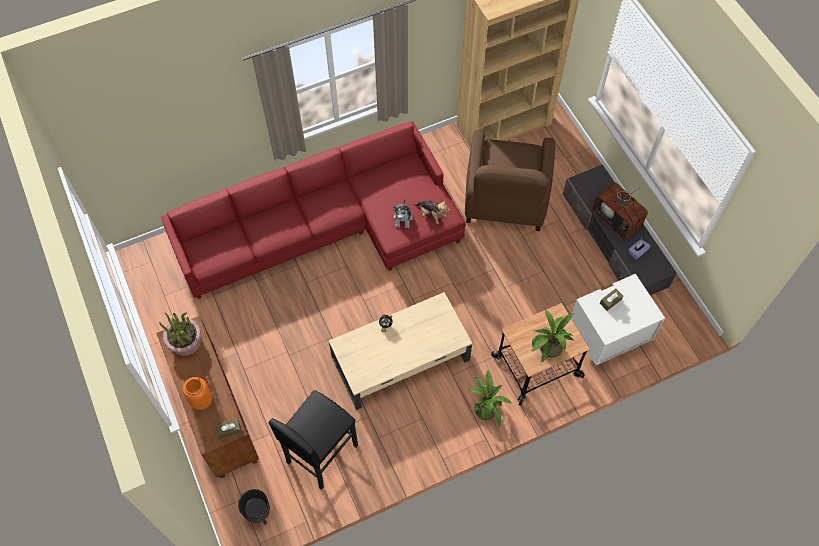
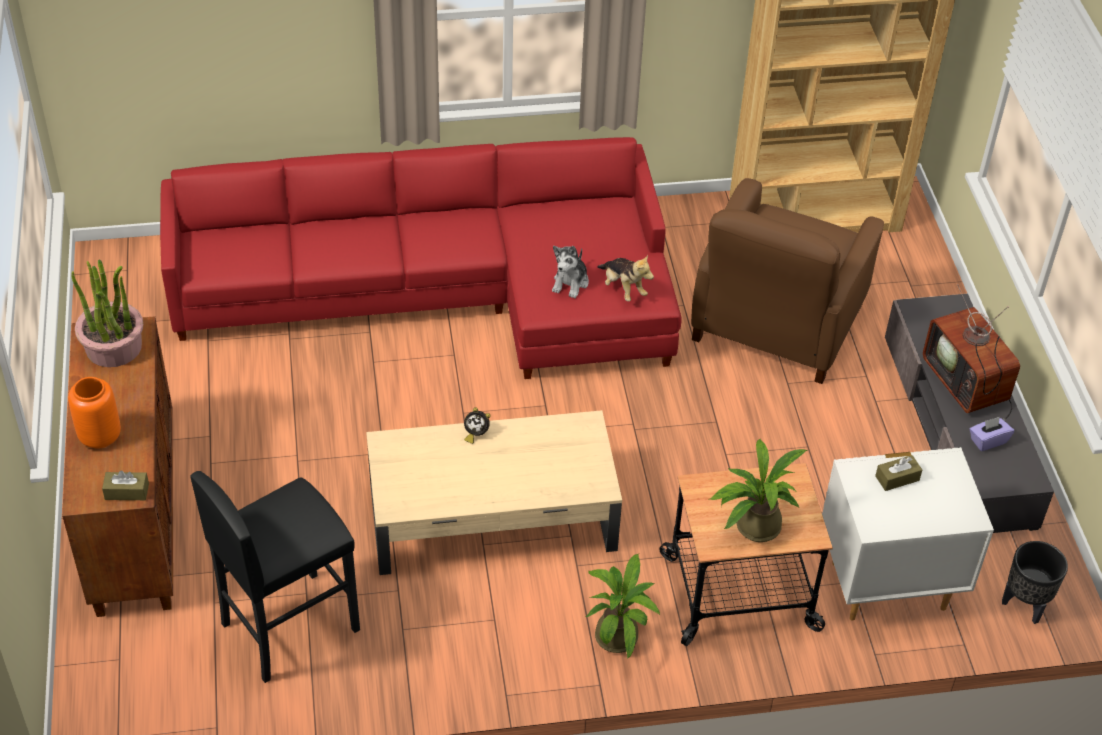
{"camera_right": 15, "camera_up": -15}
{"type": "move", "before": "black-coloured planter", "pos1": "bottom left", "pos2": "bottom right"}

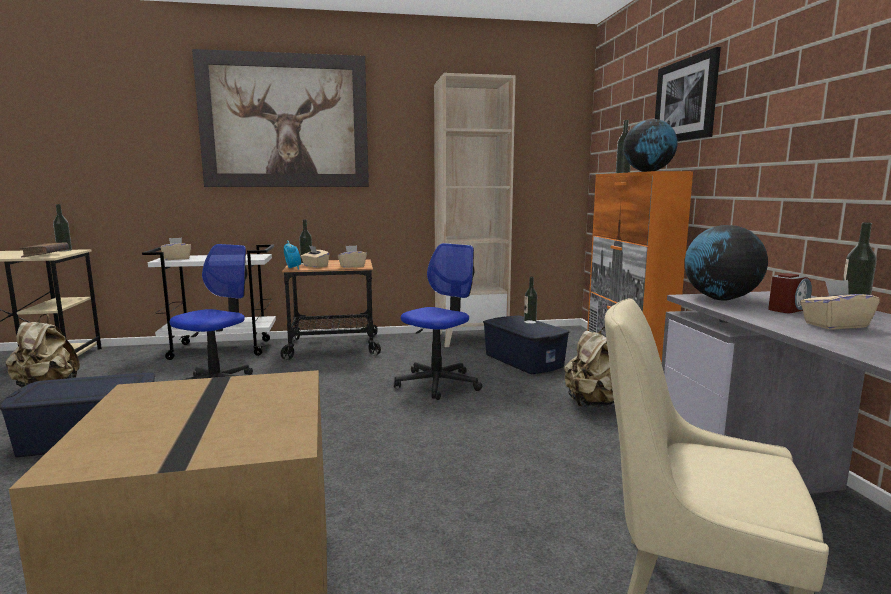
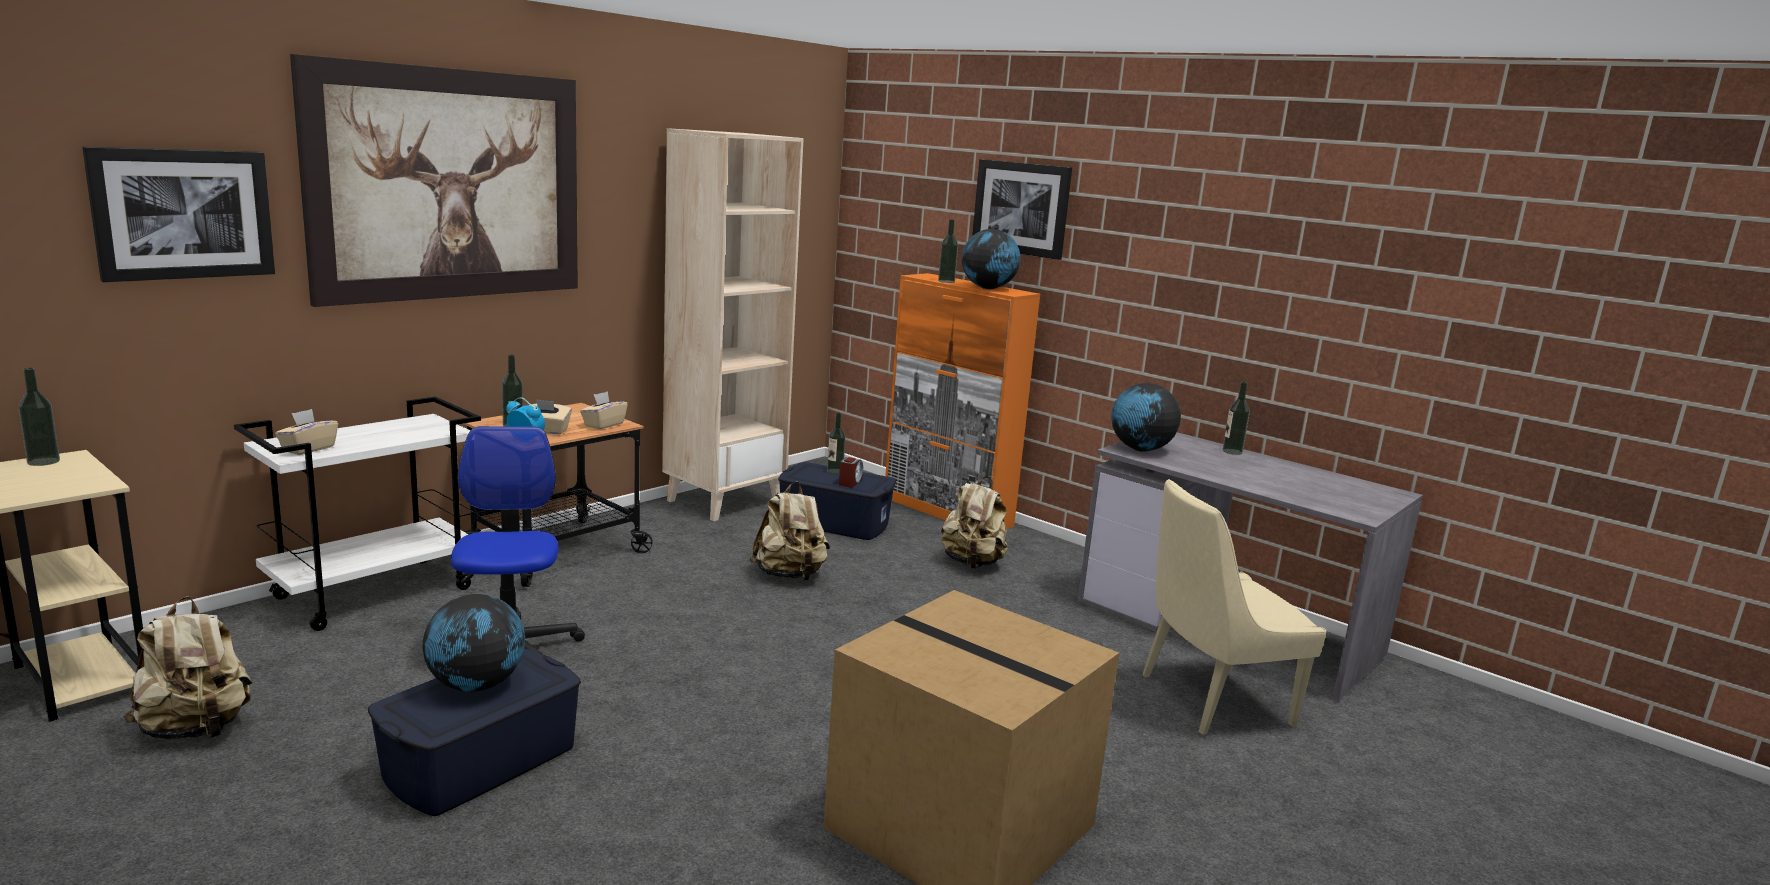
{"camera_right": -40, "camera_up": 5}
{"type": "delete", "before": "brownish book", "pos1": "middle left"}
{"type": "delete", "before": "sand-coloured tissue holder (4th from left)", "pos1": "middle right"}
{"type": "insert", "after": "picture (1st from left)", "pos2": "top left"}
{"type": "insert", "after": "desk globe (1st from left)", "pos2": "bottom left"}
{"type": "move", "before": "table clock (2nd from left)", "pos1": "middle right", "pos2": "centre"}
{"type": "replace", "before": "computer chair (2nd from left)", "after": "sand-coloured backpack (2nd from left)", "pos1": "centre", "pos2": "centre"}

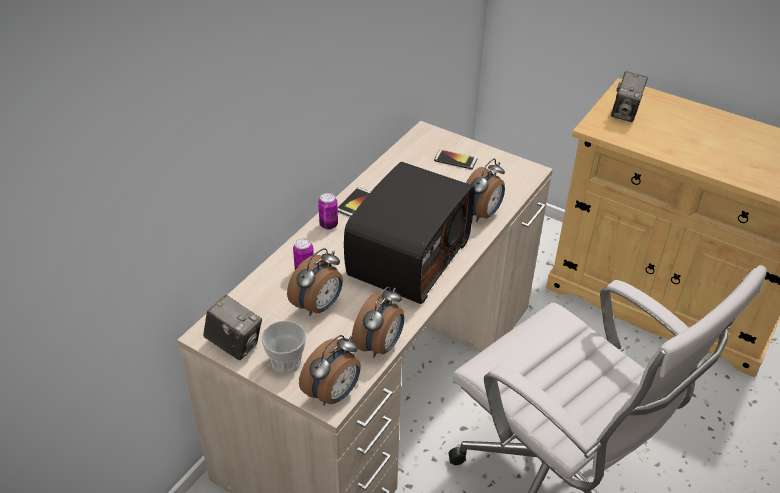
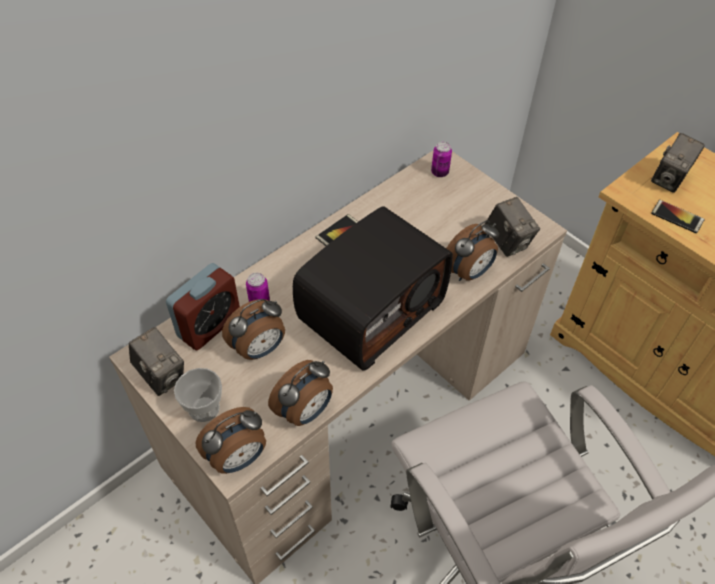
{"camera_right": 15, "camera_up": 10}
{"type": "insert", "after": "table clock (1st from left)", "pos2": "middle left"}
{"type": "insert", "after": "photo camera (2nd from left)", "pos2": "middle right"}
{"type": "move", "before": "sealed can (2nd from left)", "pos1": "centre", "pos2": "top centre"}
{"type": "move", "before": "telephone (2nd from left)", "pos1": "top centre", "pos2": "middle right"}

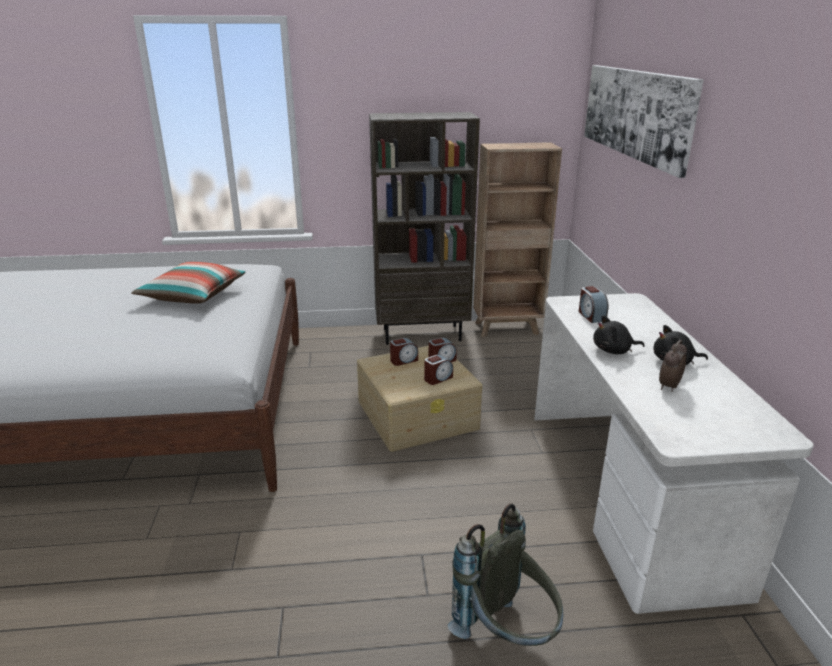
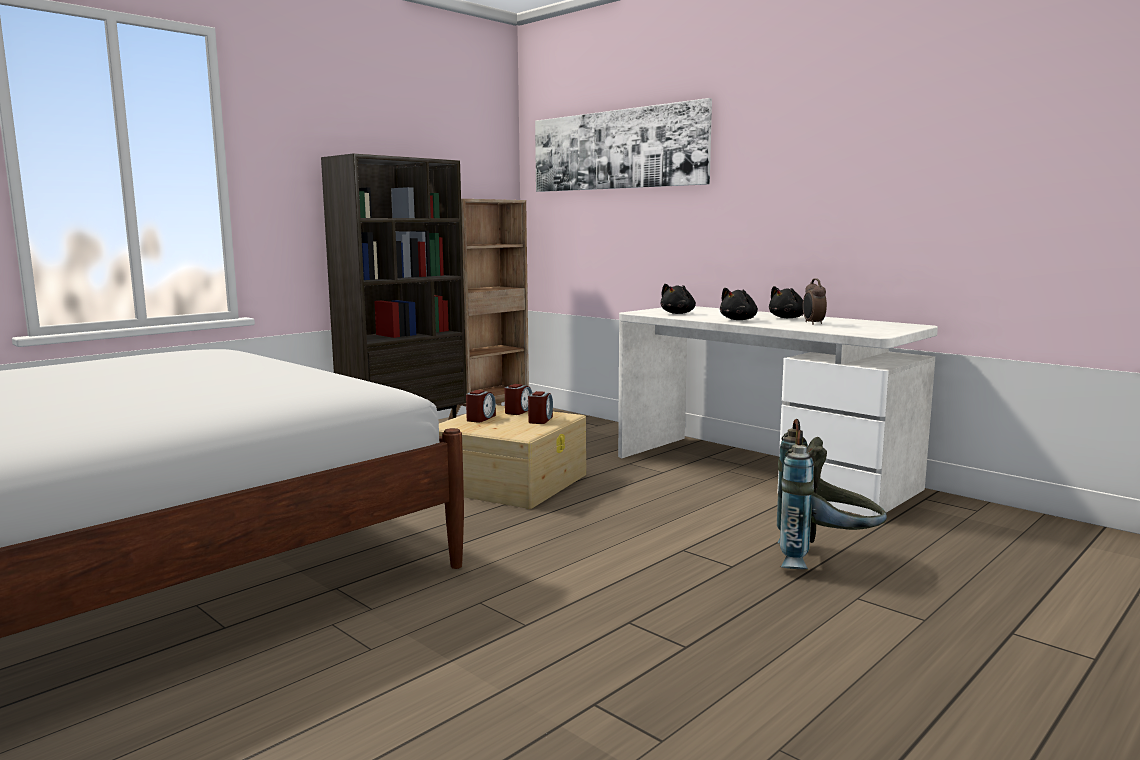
{"camera_right": -40, "camera_up": -15}
{"type": "delete", "before": "cushion", "pos1": "middle left"}
{"type": "replace", "before": "table clock (4th from left)", "after": "black-coloured cuddly toy (1st from left)", "pos1": "middle right", "pos2": "centre"}

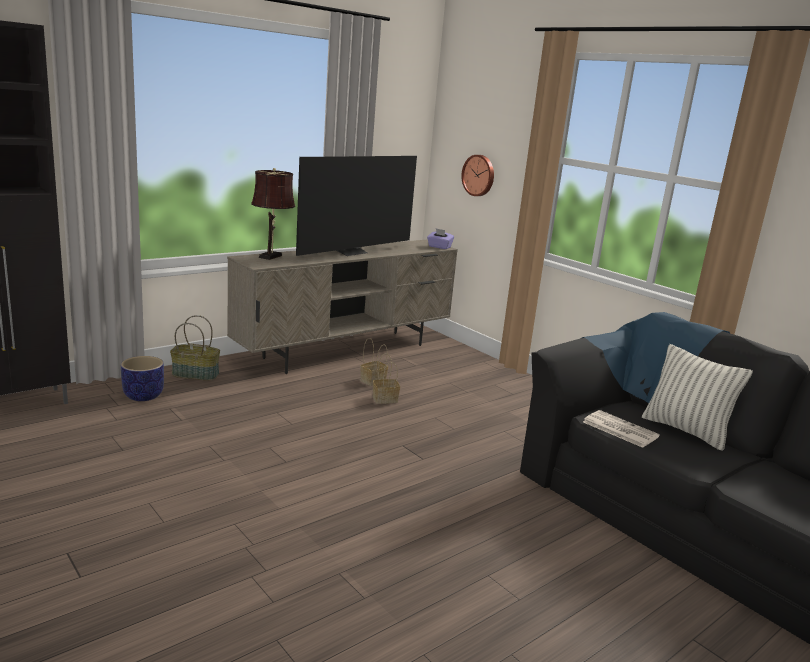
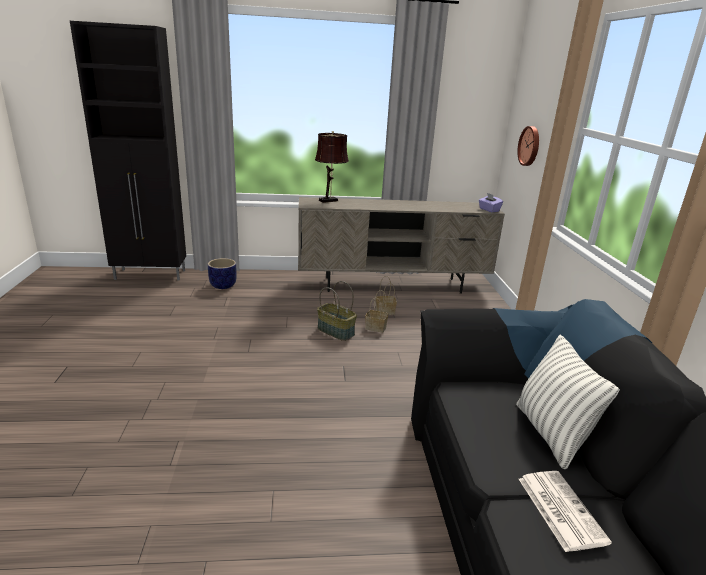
{"camera_right": 35, "camera_up": 5}
{"type": "delete", "before": "television", "pos1": "top centre"}
{"type": "move", "before": "basket (1st from left)", "pos1": "middle left", "pos2": "centre"}
{"type": "move", "before": "daily paper", "pos1": "middle right", "pos2": "bottom right"}

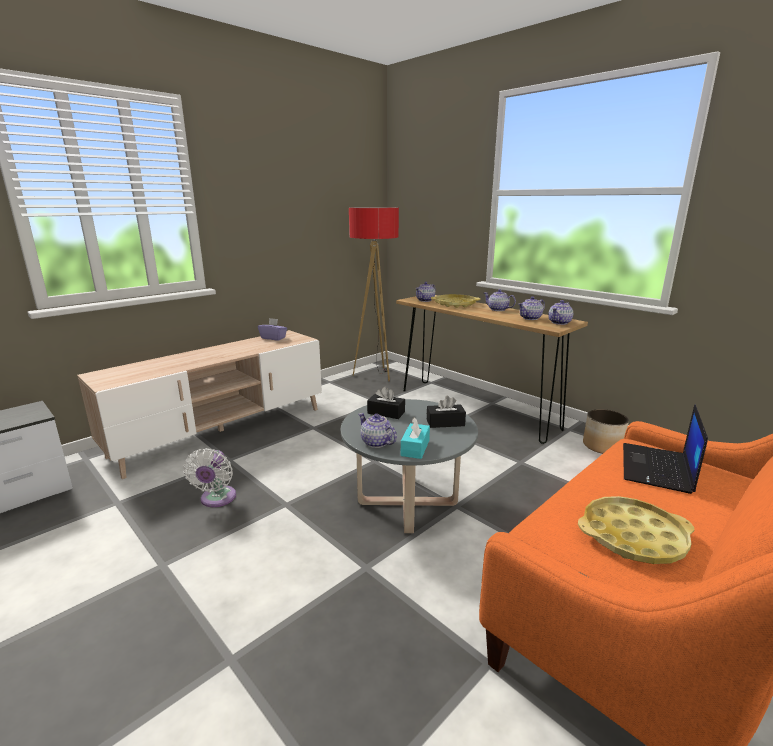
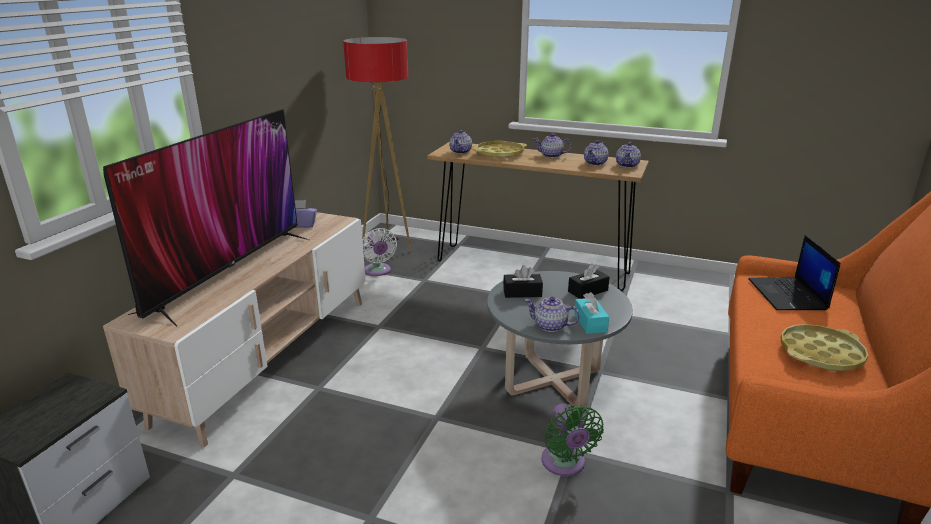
{"camera_right": -25, "camera_up": 5}
{"type": "delete", "before": "planter", "pos1": "middle right"}
{"type": "insert", "after": "television", "pos2": "middle left"}
{"type": "insert", "after": "green-coloured electric fan", "pos2": "bottom centre"}
{"type": "move", "before": "white electric fan", "pos1": "middle left", "pos2": "centre"}

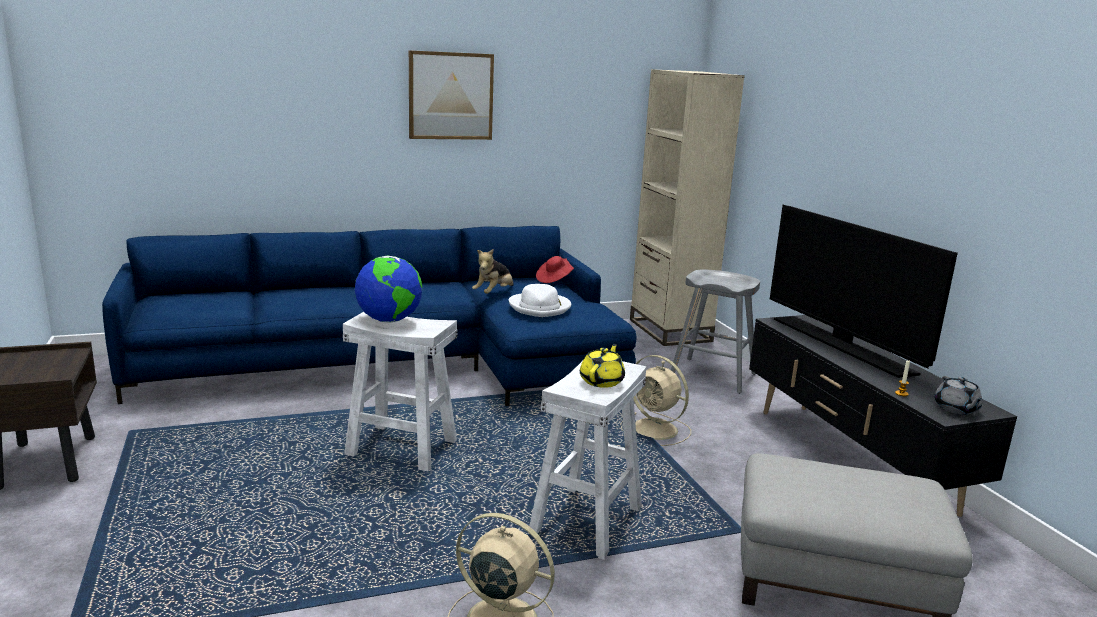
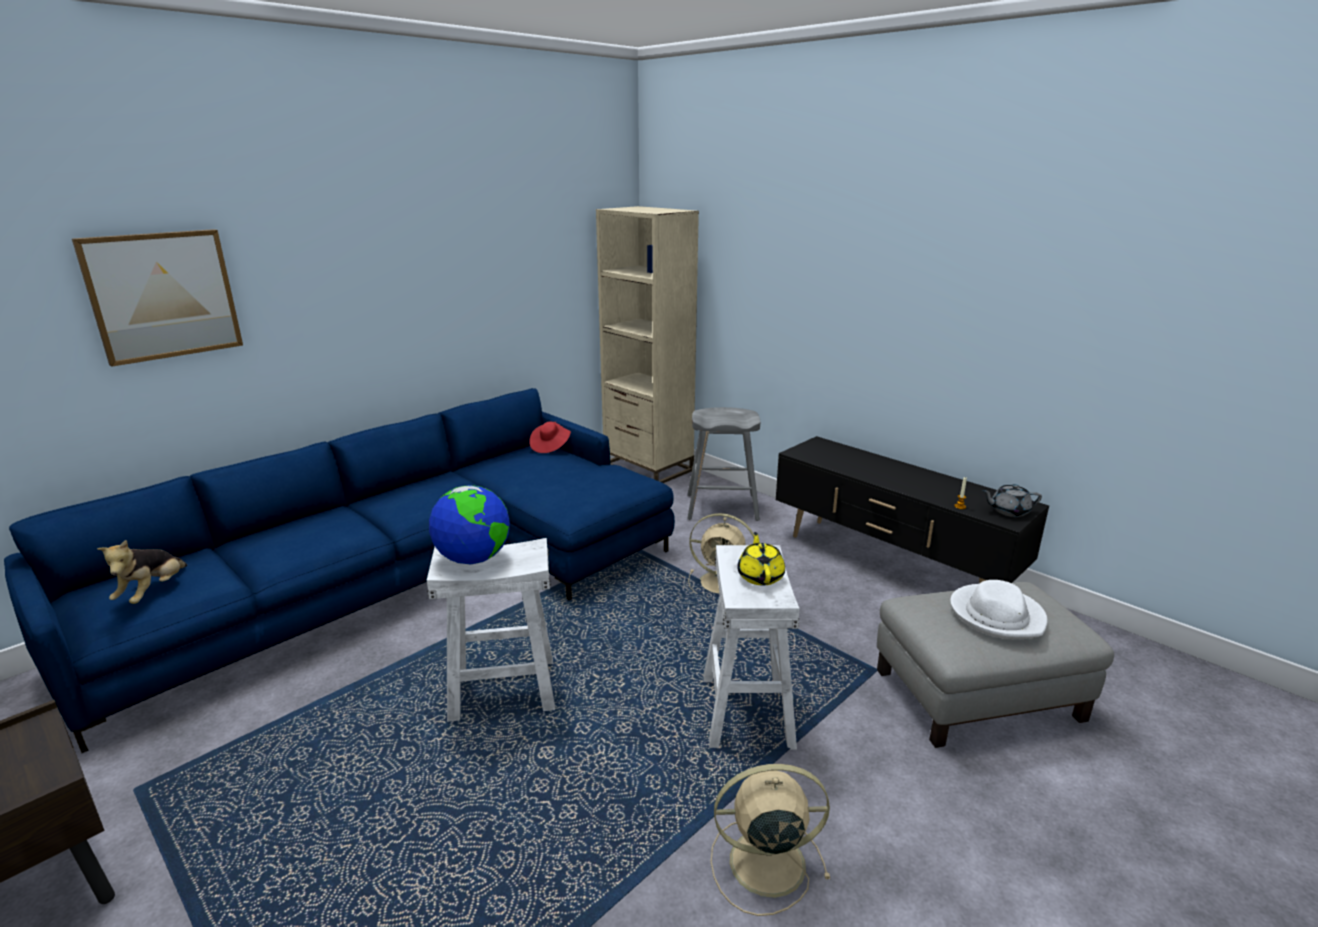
{"camera_right": -25, "camera_up": 5}
{"type": "delete", "before": "television", "pos1": "middle right"}
{"type": "move", "before": "picture", "pos1": "top centre", "pos2": "top left"}
{"type": "move", "before": "cuddly toy", "pos1": "centre", "pos2": "middle left"}
{"type": "move", "before": "white hat", "pos1": "centre", "pos2": "middle right"}
{"type": "rotate", "before": "greyish pot for tea", "pos1": "middle right", "pos2": "middle right", "turn": 120}

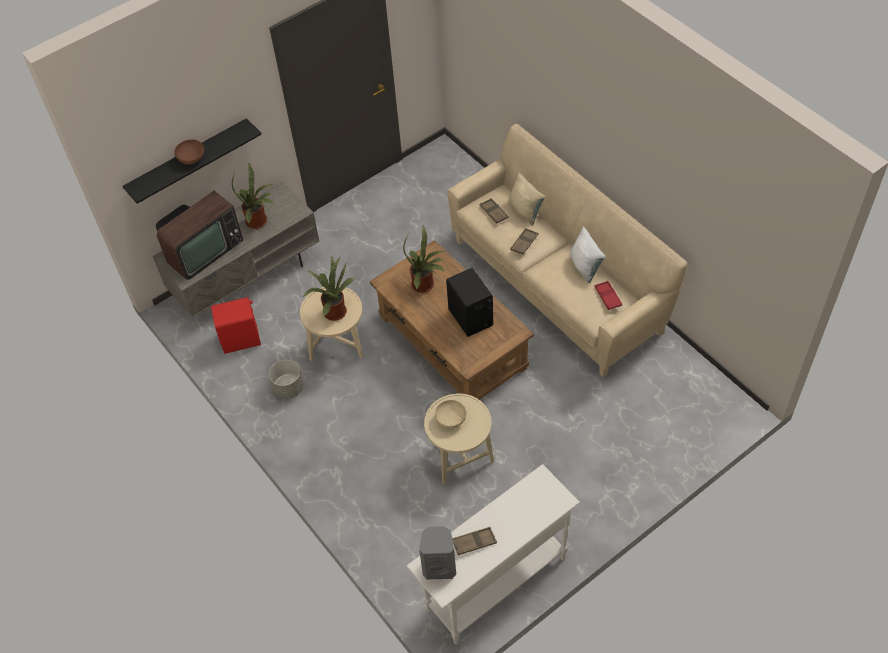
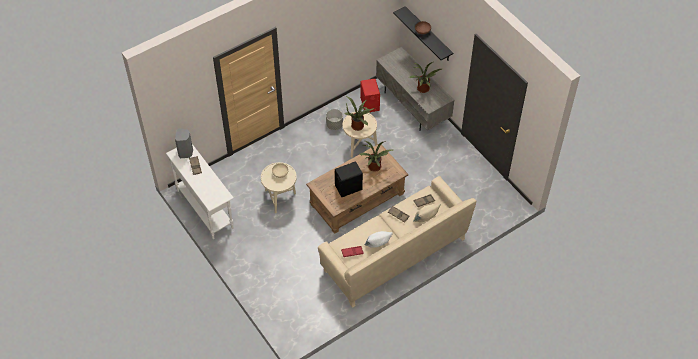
{"camera_right": 90, "camera_up": 0}
{"type": "delete", "before": "television", "pos1": "middle left"}

